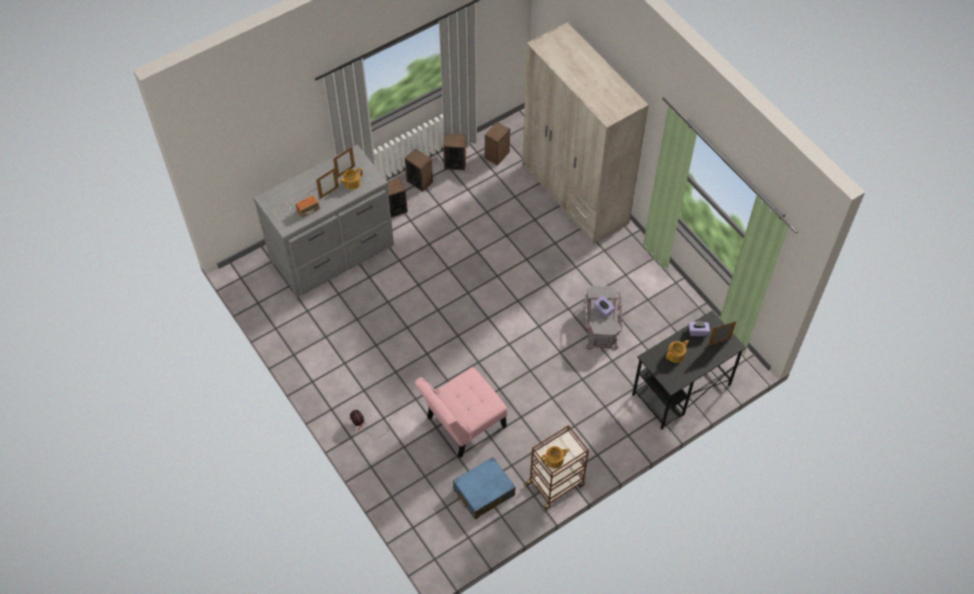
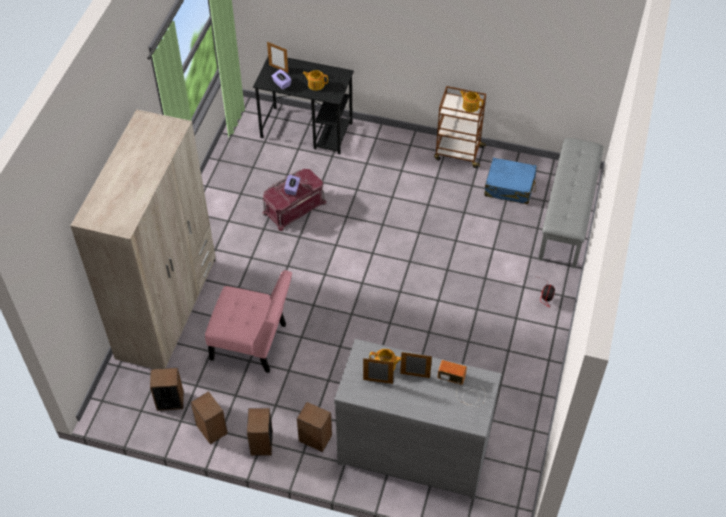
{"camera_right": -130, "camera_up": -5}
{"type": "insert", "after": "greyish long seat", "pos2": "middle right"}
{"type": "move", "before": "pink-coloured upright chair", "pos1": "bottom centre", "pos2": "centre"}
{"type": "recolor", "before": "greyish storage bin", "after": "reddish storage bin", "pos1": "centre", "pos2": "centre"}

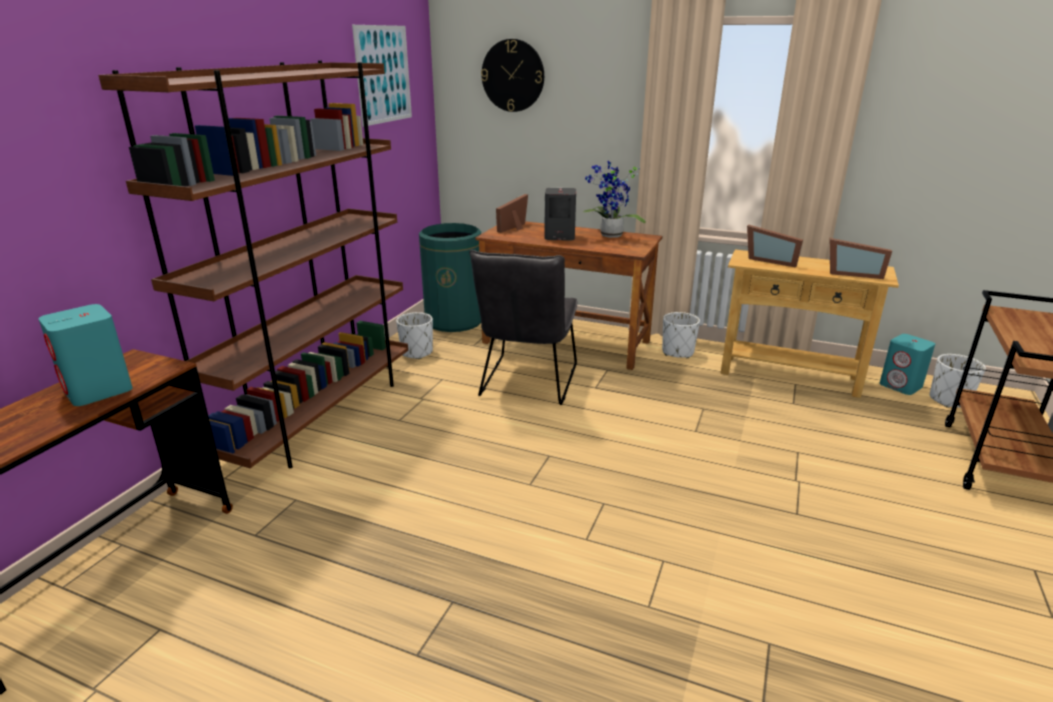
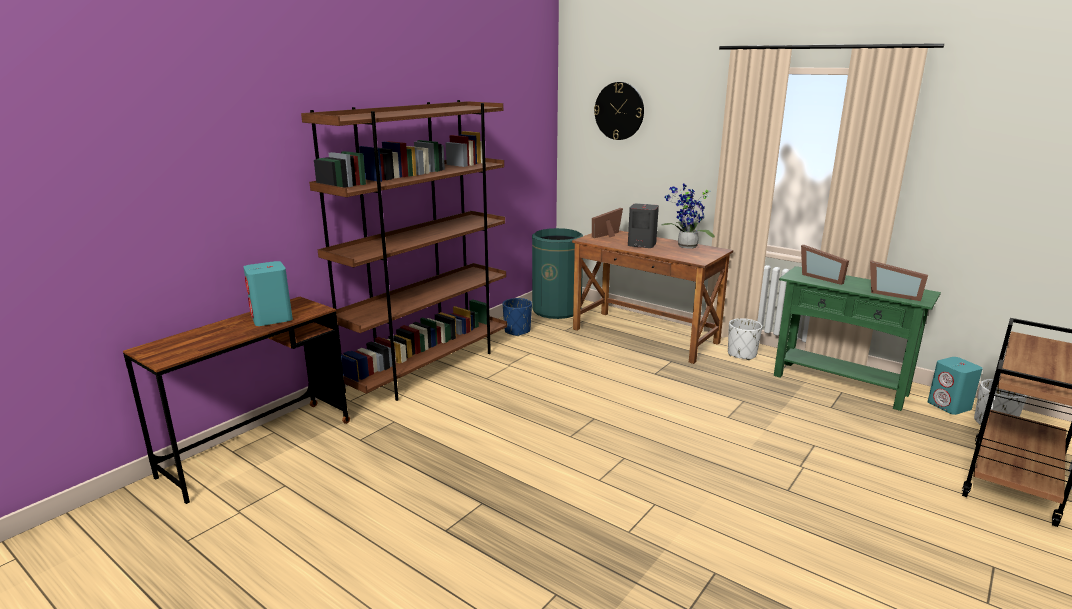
{"camera_right": 15, "camera_up": -5}
{"type": "delete", "before": "picture", "pos1": "top centre"}
{"type": "delete", "before": "greyish upright chair", "pos1": "centre"}
{"type": "recolor", "before": "white planter (1st from left)", "after": "blue planter", "pos1": "centre", "pos2": "centre"}
{"type": "recolor", "before": "sand-coloured narrow table", "after": "green-coloured narrow table", "pos1": "middle right", "pos2": "middle right"}

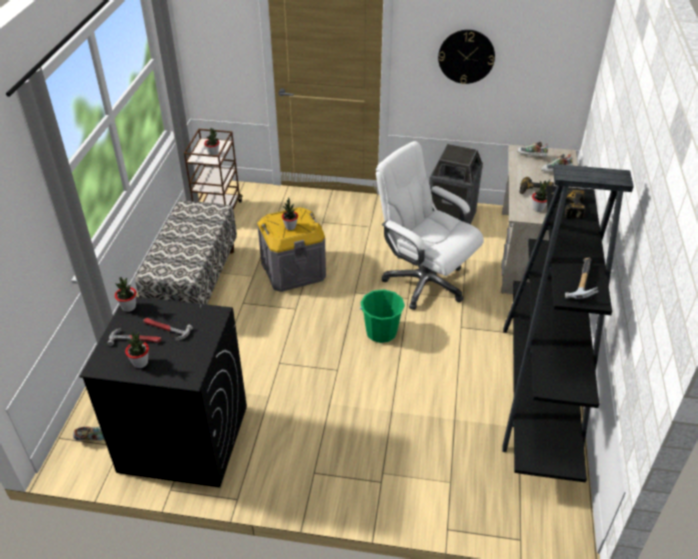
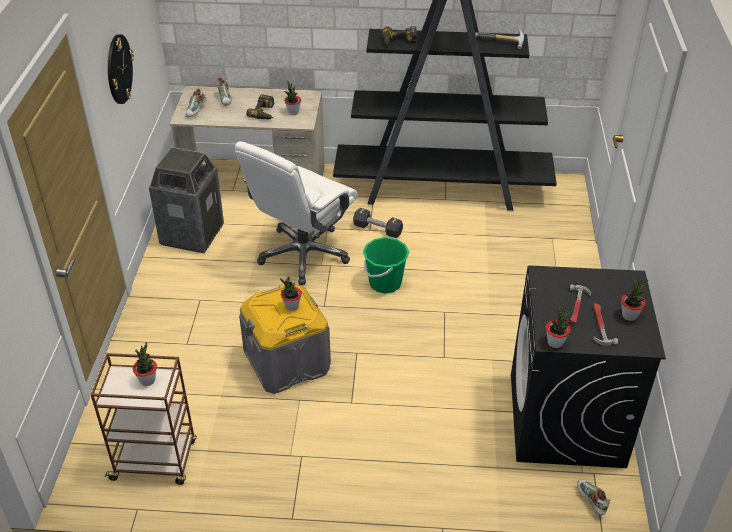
{"camera_right": -95, "camera_up": 0}
{"type": "delete", "before": "long seat", "pos1": "middle left"}
{"type": "insert", "after": "black-coloured free weight", "pos2": "centre"}

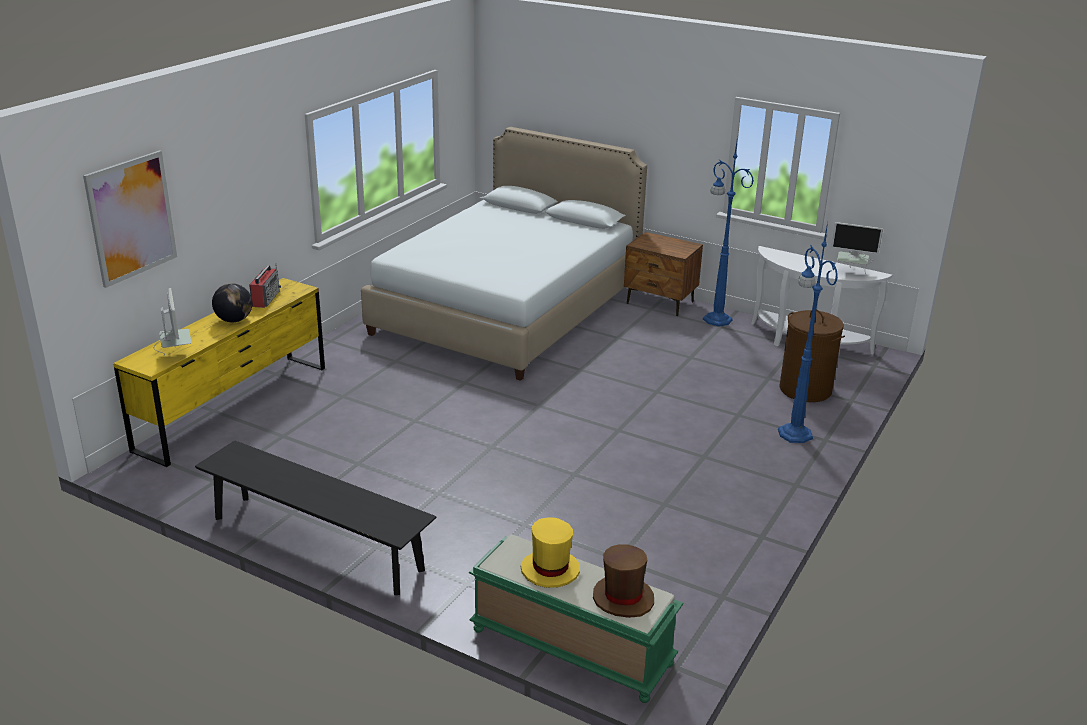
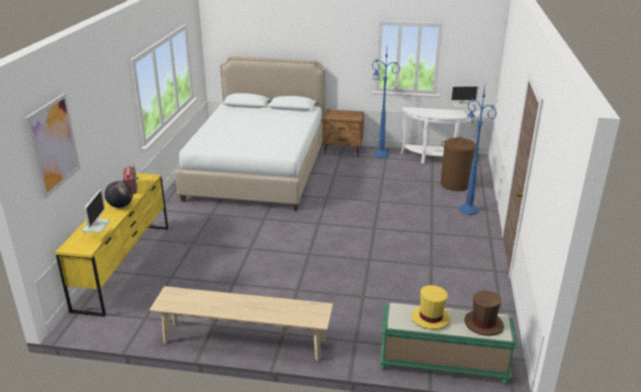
{"camera_right": -20, "camera_up": 0}
{"type": "recolor", "before": "black-coloured long seat", "after": "sand-coloured long seat", "pos1": "bottom left", "pos2": "bottom centre"}
{"type": "rotate", "before": "monitor (1st from left)", "pos1": "middle left", "pos2": "middle left", "turn": 45}

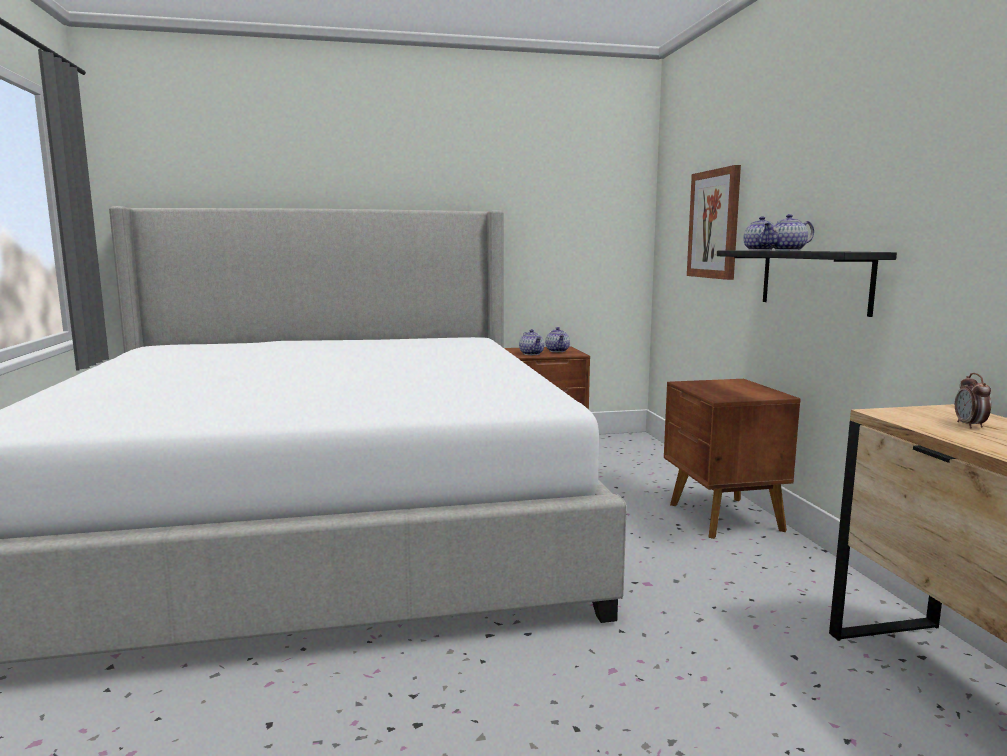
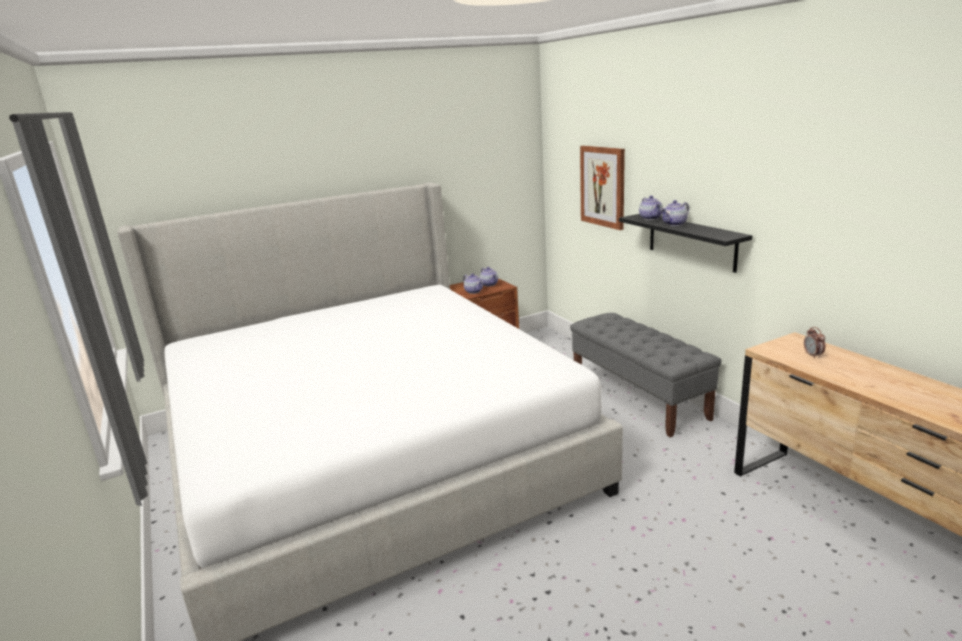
{"camera_right": -15, "camera_up": 10}
{"type": "replace", "before": "brownish nightstand (2nd from left)", "after": "greyish long seat", "pos1": "middle right", "pos2": "middle right"}

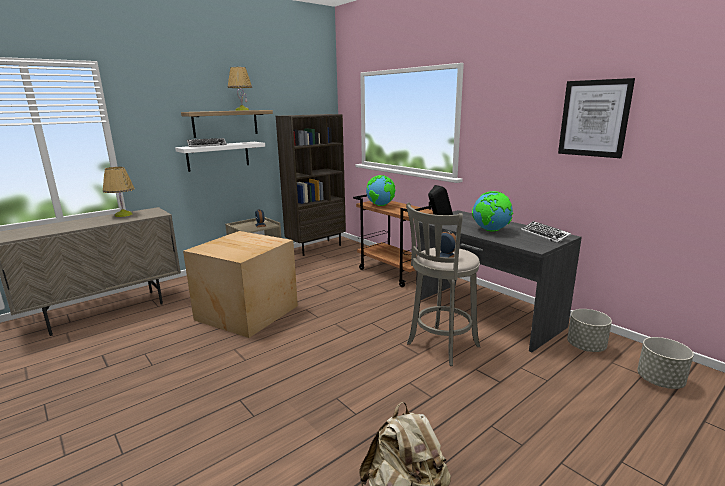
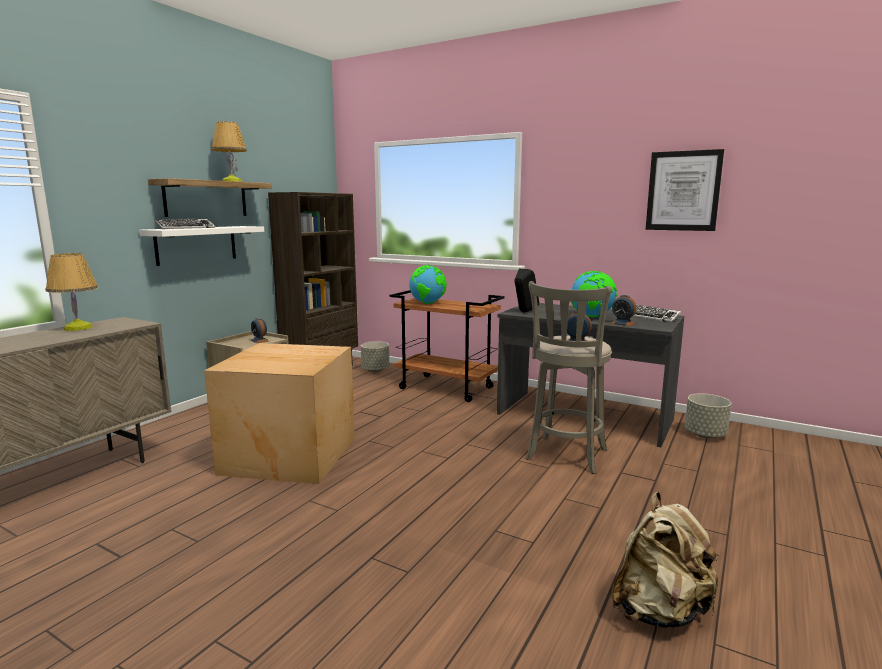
{"camera_right": -20, "camera_up": -5}
{"type": "insert", "after": "table clock (3rd from left)", "pos2": "middle right"}
{"type": "move", "before": "greyish planter (2nd from left in the first image)", "after": "greyish planter (1st from left)", "pos1": "bottom right", "pos2": "centre"}

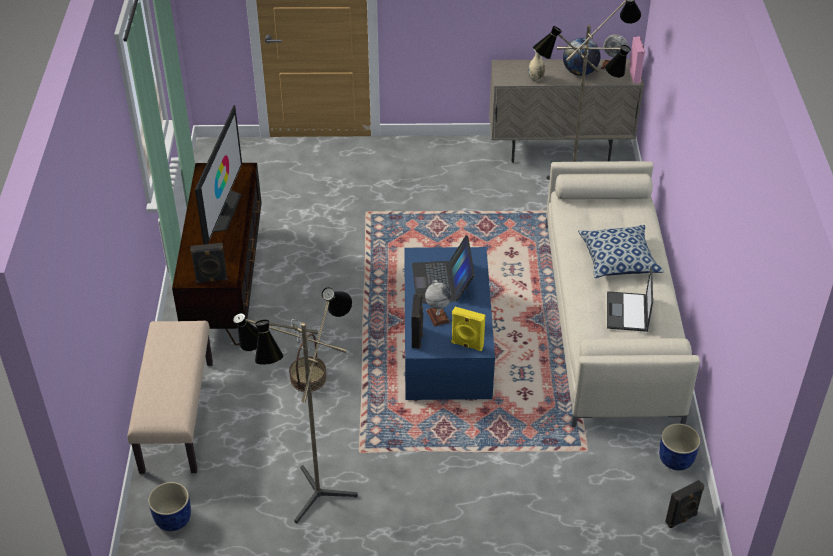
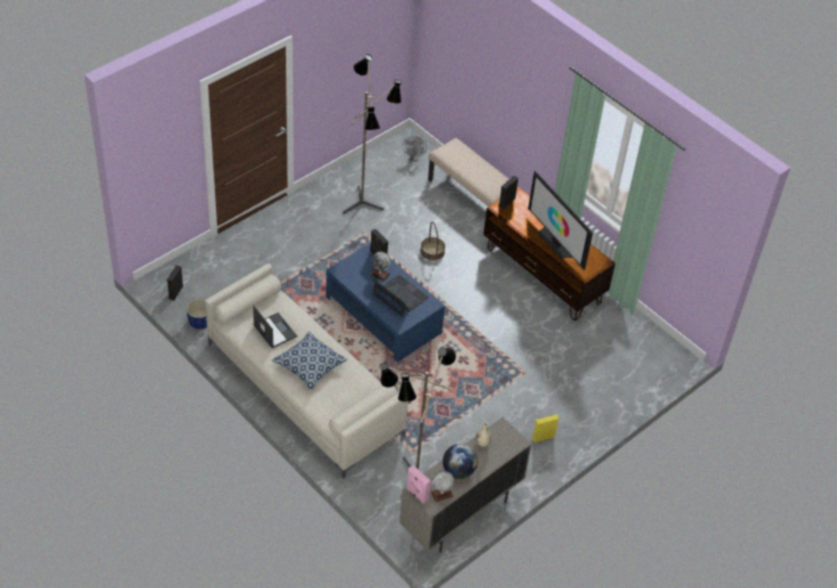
{"camera_right": 135, "camera_up": 5}
{"type": "move", "before": "yellow-coloured loudspeaker", "pos1": "centre", "pos2": "bottom centre"}
{"type": "replace", "before": "blue planter (1st from left)", "after": "greyish electric fan", "pos1": "bottom left", "pos2": "top centre"}

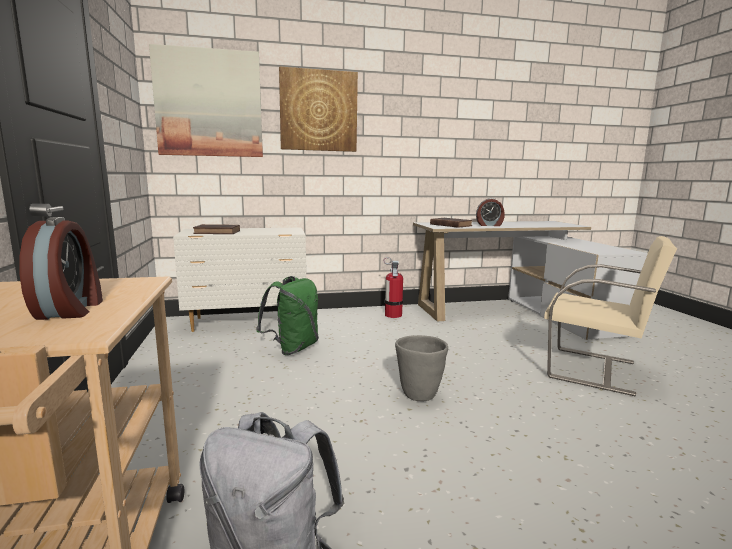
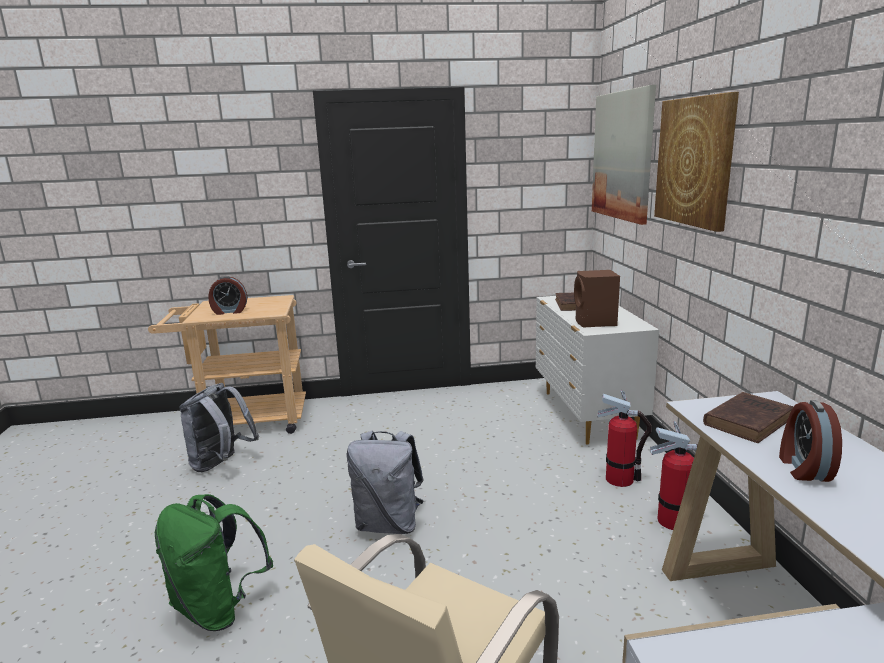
{"camera_right": 95, "camera_up": 5}
{"type": "insert", "after": "brownish loudspeaker", "pos2": "middle right"}
{"type": "insert", "after": "extinguisher (1st from left)", "pos2": "middle right"}
{"type": "move", "before": "green-coloured backpack", "pos1": "centre", "pos2": "bottom left"}
{"type": "replace", "before": "greyish planter", "after": "greyish backpack (2nd from left)", "pos1": "bottom centre", "pos2": "bottom centre"}

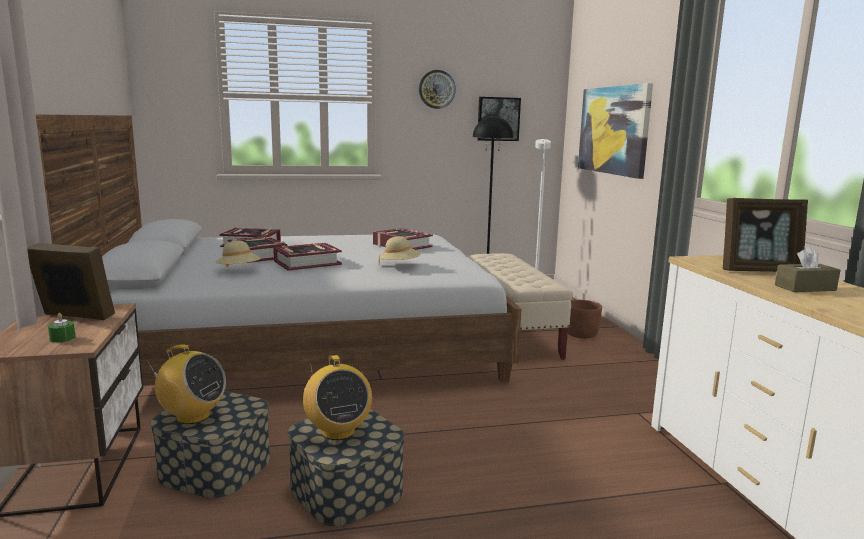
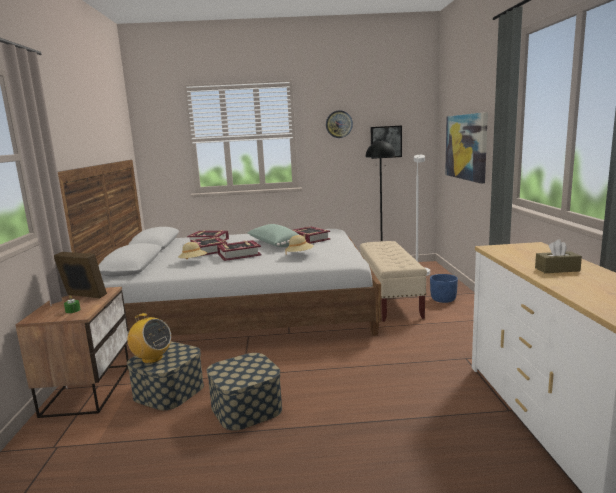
{"camera_right": 10, "camera_up": 0}
{"type": "delete", "before": "radio set (2nd from left)", "pos1": "bottom centre"}
{"type": "delete", "before": "standing frame (2nd from left)", "pos1": "middle right"}
{"type": "insert", "after": "green-coloured cushion", "pos2": "centre"}
{"type": "recolor", "before": "brownish planter", "after": "blue planter", "pos1": "middle right", "pos2": "middle right"}

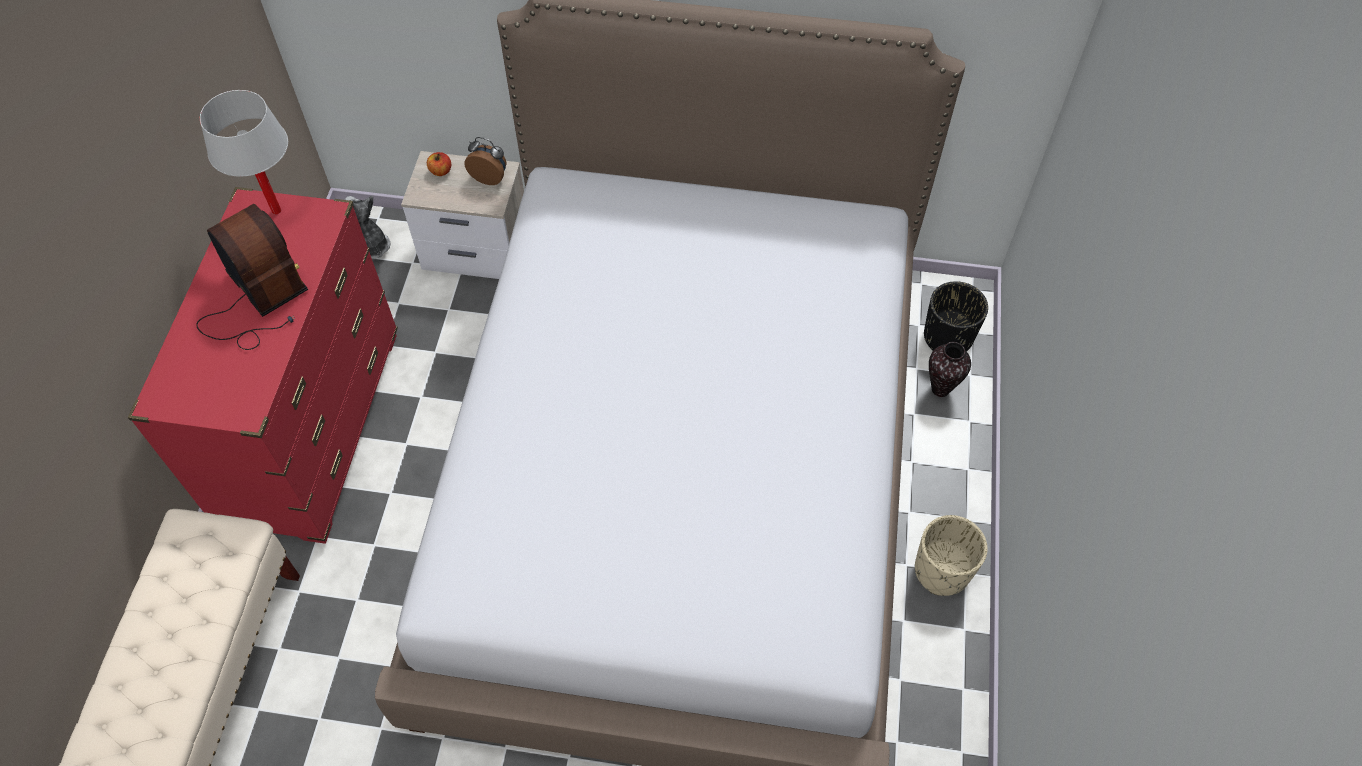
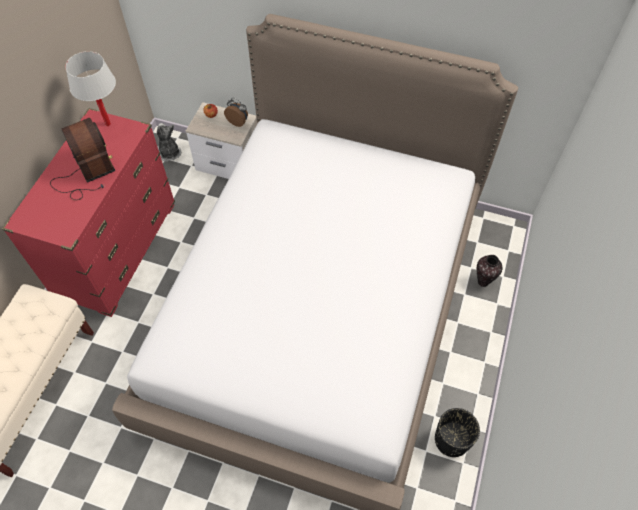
{"camera_right": 10, "camera_up": 0}
{"type": "delete", "before": "sand-coloured planter", "pos1": "bottom right"}
{"type": "move", "before": "black-coloured planter", "pos1": "middle right", "pos2": "bottom right"}

